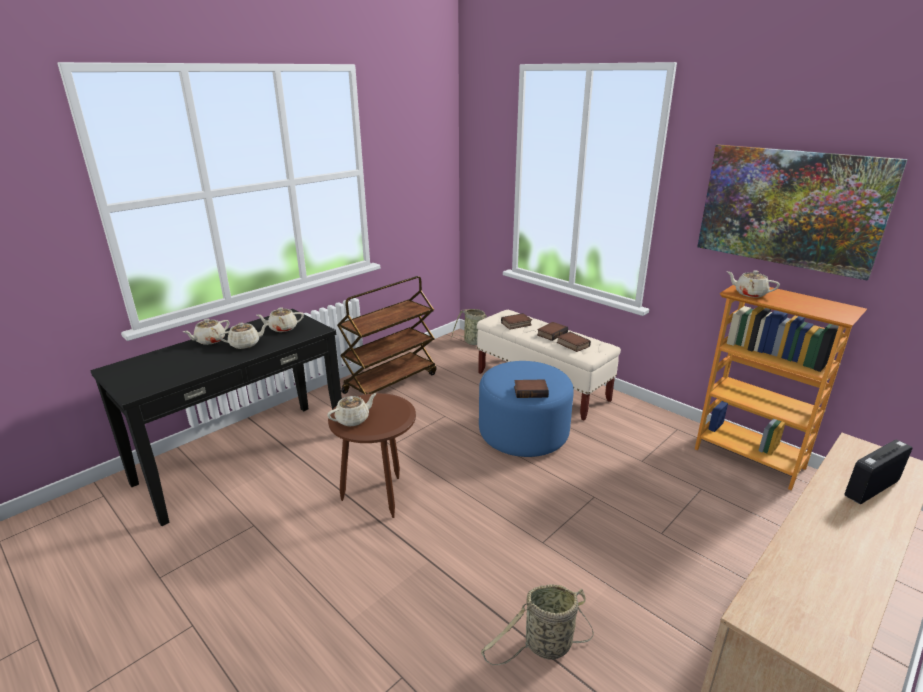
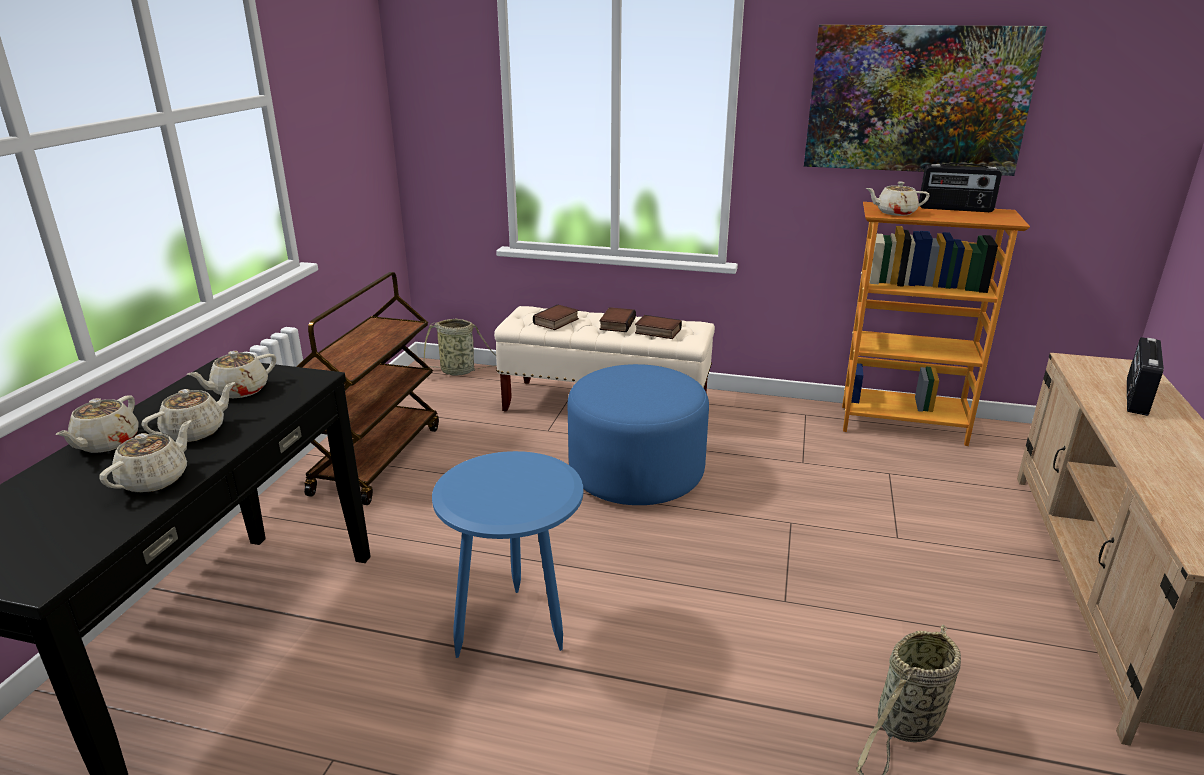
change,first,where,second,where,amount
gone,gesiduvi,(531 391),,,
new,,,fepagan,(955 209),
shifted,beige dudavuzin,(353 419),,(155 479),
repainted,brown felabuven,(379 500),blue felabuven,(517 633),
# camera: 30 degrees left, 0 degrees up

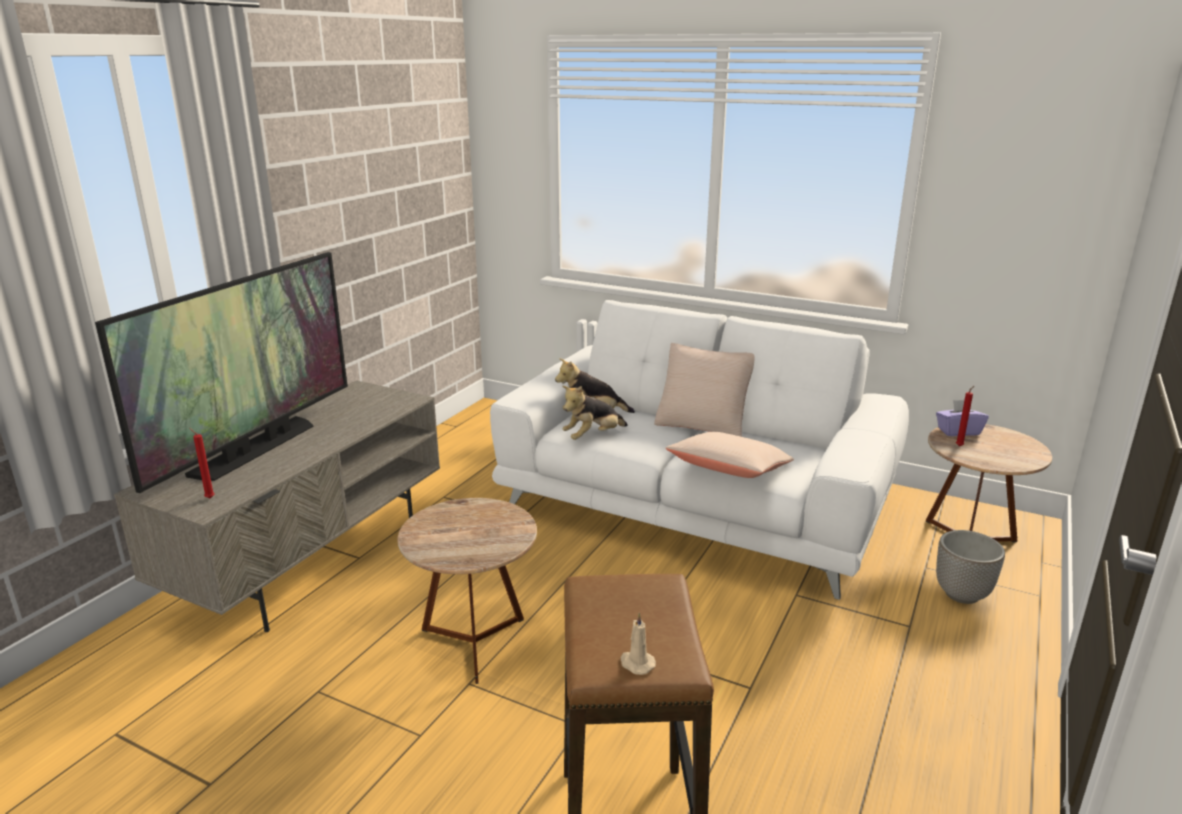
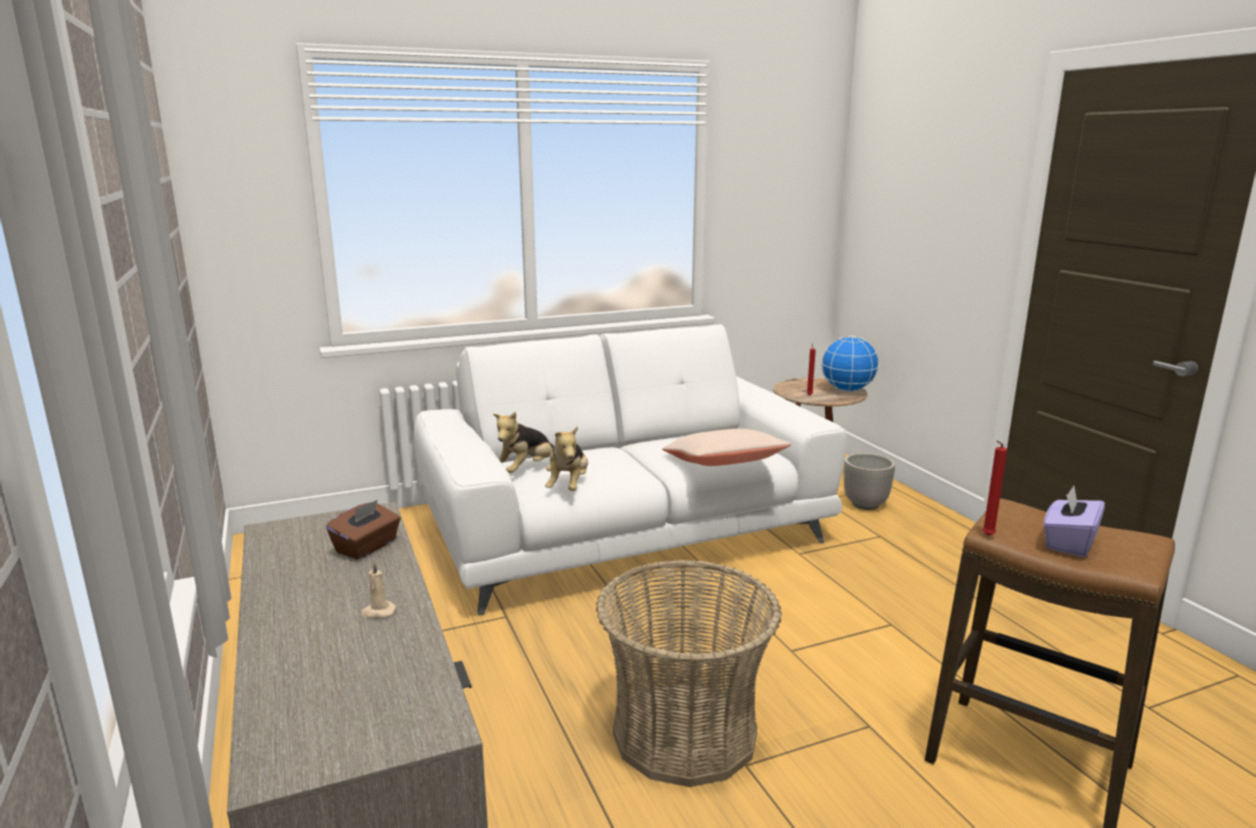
change,first,where,second,where,amount
gone,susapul,(256 449),,,
gone,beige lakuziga,(703 422),,,
new,,,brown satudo,(367 547),
new,,,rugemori,(847 390),
shifted,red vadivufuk,(208 498),,(986 536),
shifted,beige vadivufuk,(636 663),,(377 612),
shifted,purple satudo,(958 431),,(1068 542),
swapped,brown felabuven,(475 643),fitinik,(684 733),
# camera: 50 degrees left, 5 degrees down

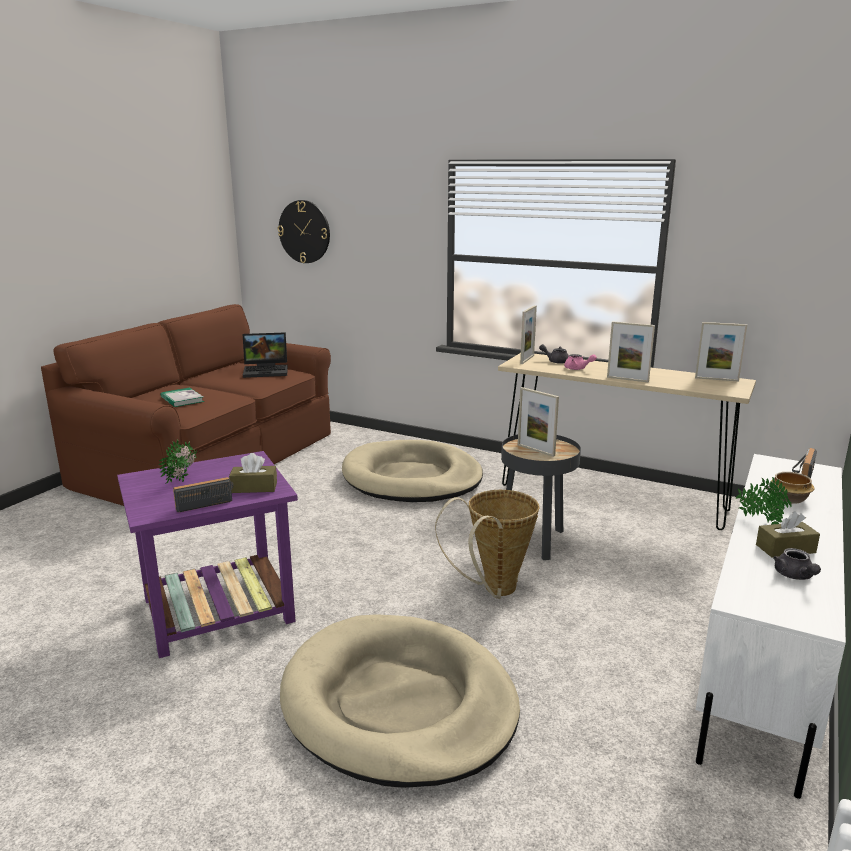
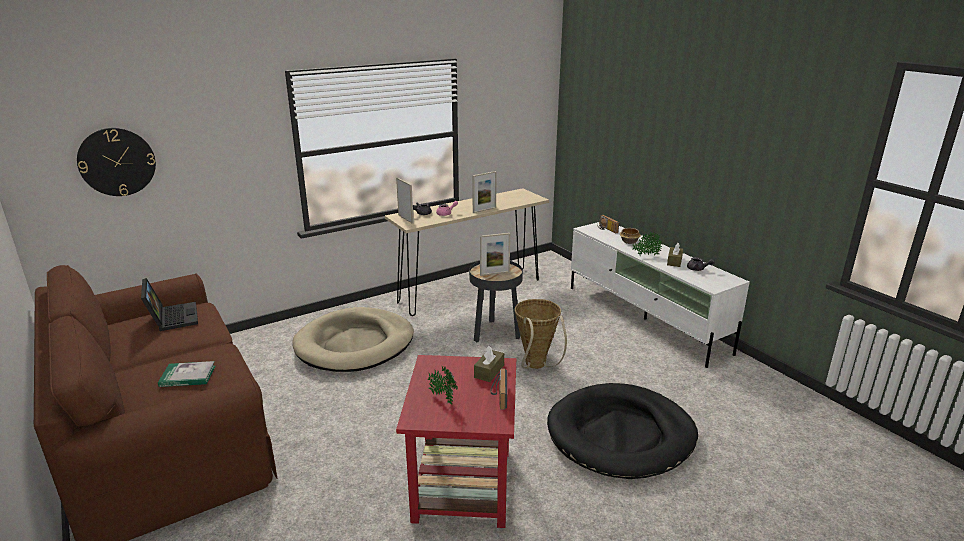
change,first,where,second,where,amount
gone,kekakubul,(716 379),,,
repainted,purple felabuven,(216 610),red felabuven,(462 486),
repainted,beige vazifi,(399 704),black vazifi,(621 435),
rotated,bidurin,(267 371),,(172 317),45 degrees counterclockwise
# camera: 60 degrees left, 5 degrees up

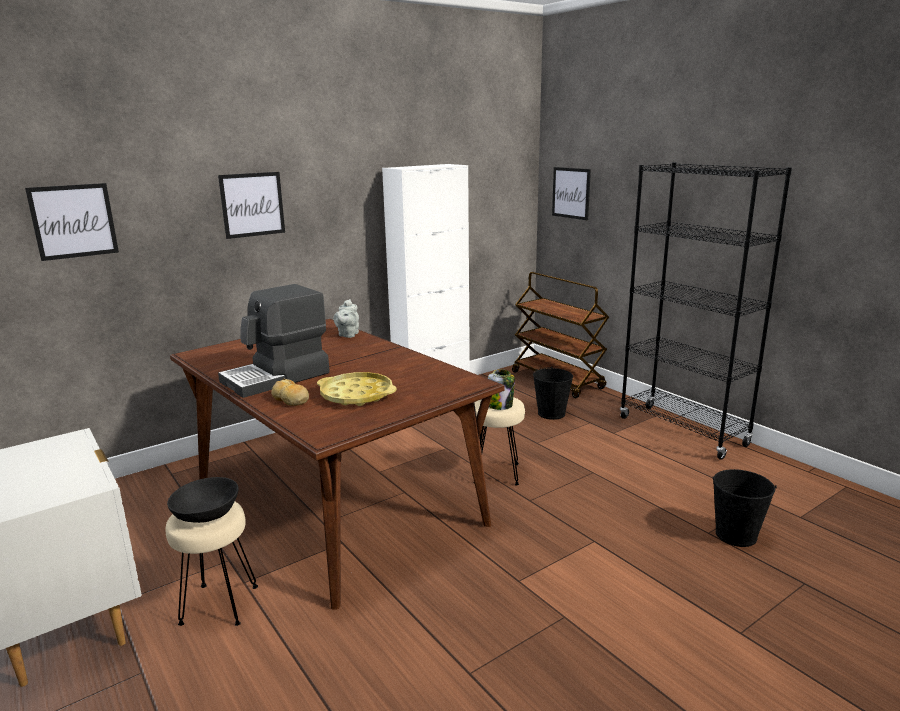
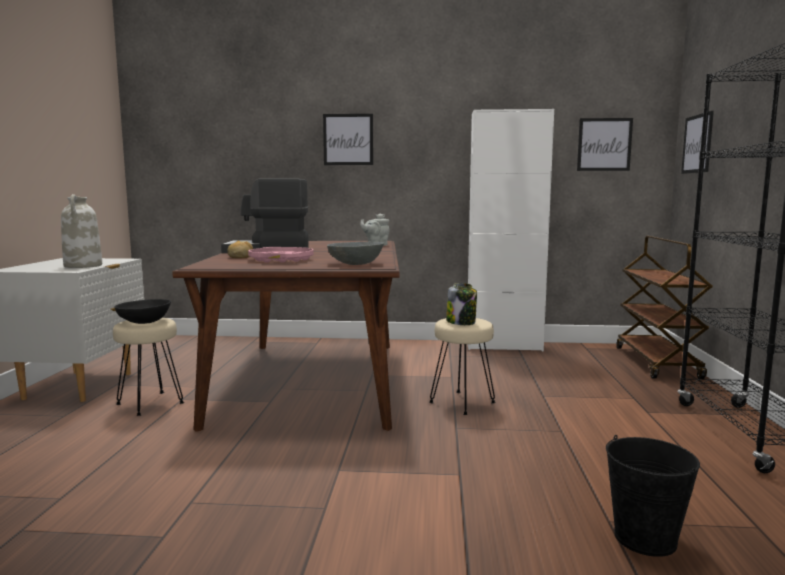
change,first,where,second,where,amount
gone,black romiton,(551 413),,,
new,,,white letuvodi,(83 266),
new,,,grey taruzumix,(356 263),
shifted,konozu,(73 221),,(604 144),
repainted,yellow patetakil,(356 395),pink patetakil,(281 260),
# camera: 40 degrees right, 10 degrees down

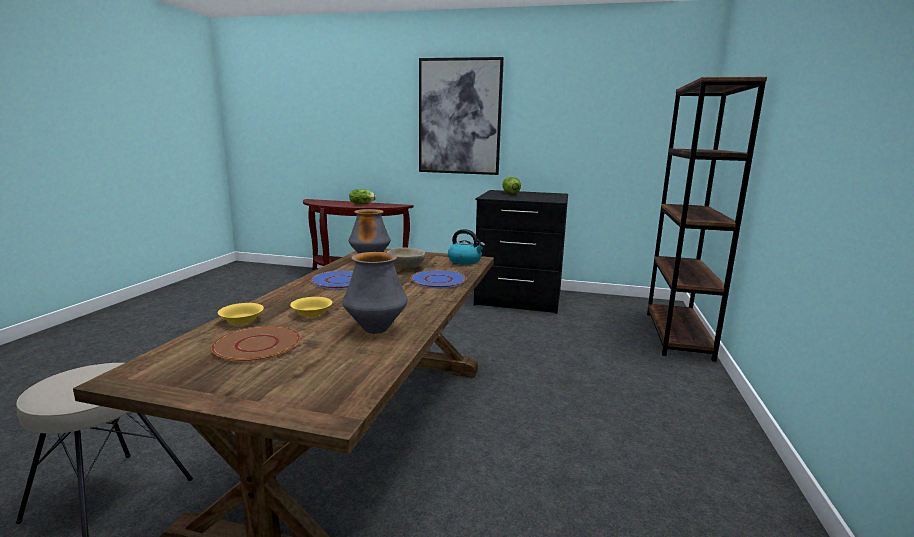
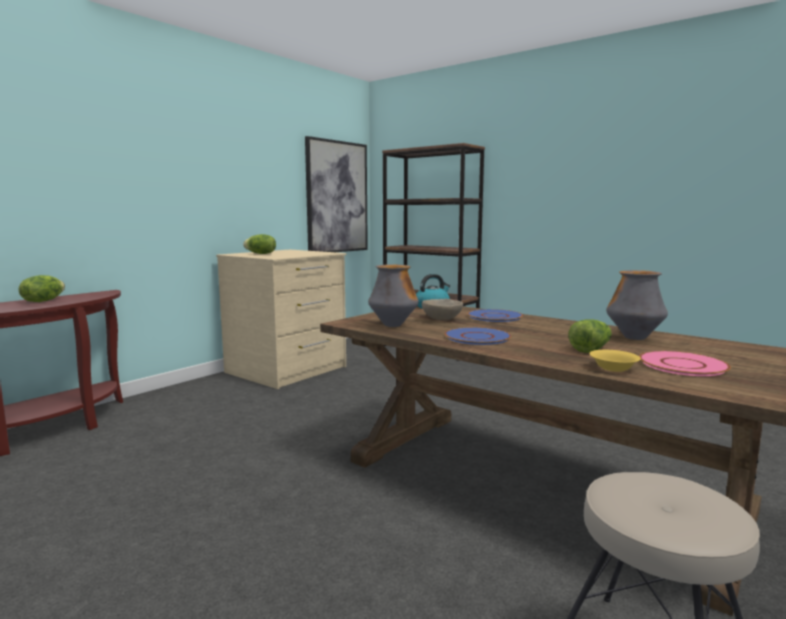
change,first,where,second,where,amount
shifted,konozu,(459 117),,(337 197),
swapped,yellow taruzumix,(312 313),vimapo,(590 349),
repainted,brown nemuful,(258 345),pink nemuful,(682 365),
repainted,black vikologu,(518 298),beige vikologu,(287 370),
# camera: 65 degrees left, 5 degrees down

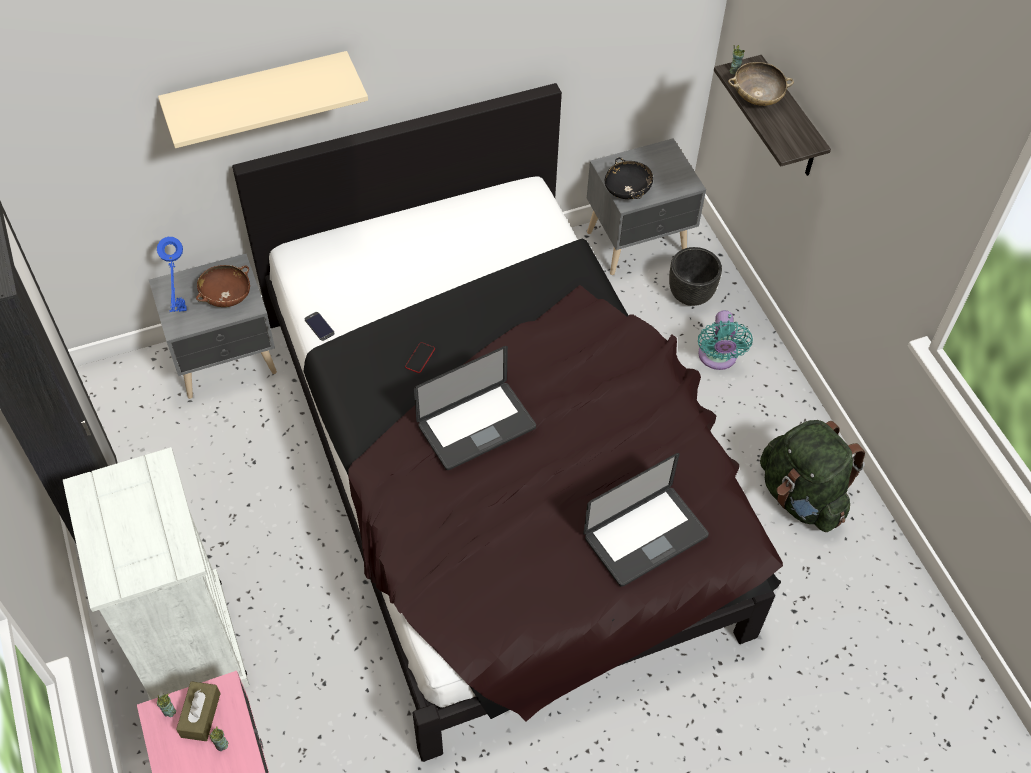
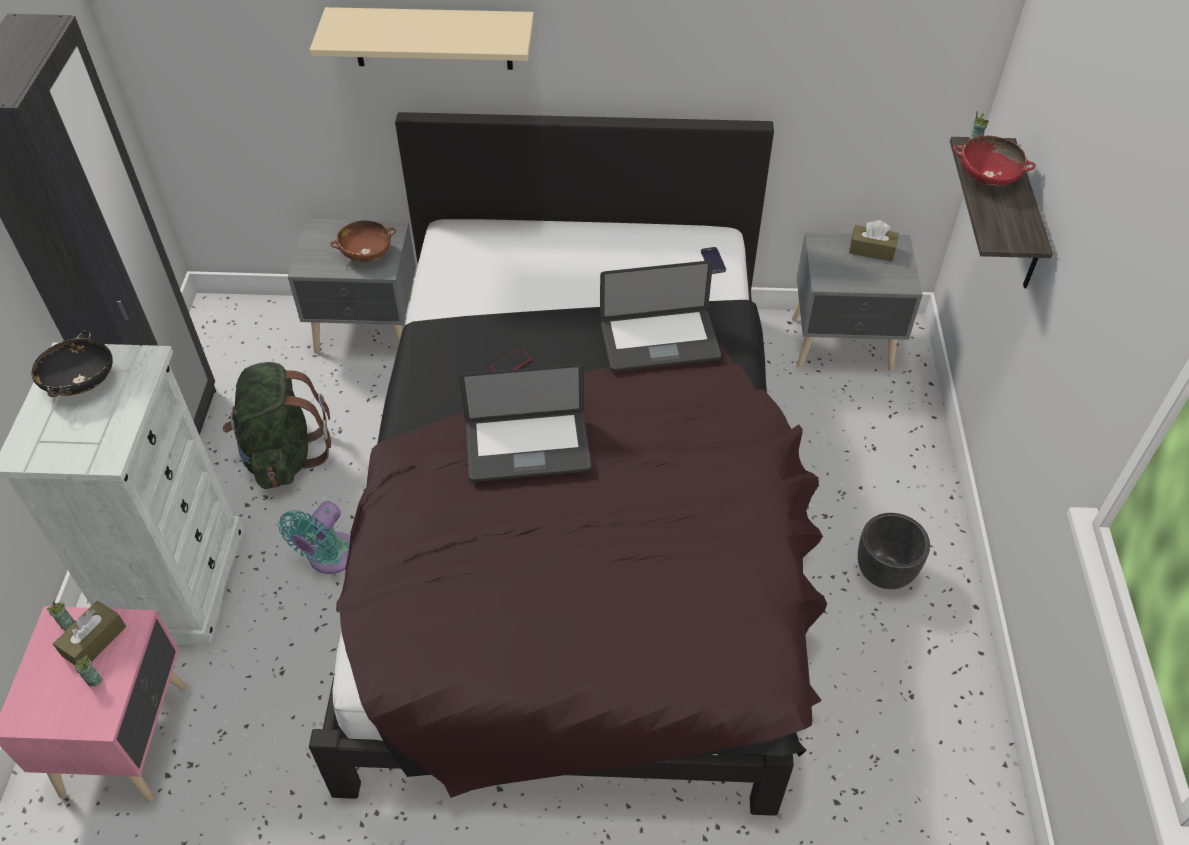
change,first,where,second,where,amount
gone,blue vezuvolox,(183 311),,,
new,,,brown satudo,(871 250),
shifted,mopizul,(319 326),,(713 260),
shifted,bidurin,(645 537),,(659 342),
shifted,black taruzumix,(627 191),,(81 383),
shifted,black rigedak,(690 295),,(884 573),
shifted,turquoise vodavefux,(717 358),,(329 558),
shifted,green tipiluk,(801 496),,(283 455),
repainted,beige taruzumix,(757 97),red taruzumix,(987 178),
# camera: 25 degrees right, 5 degrees down

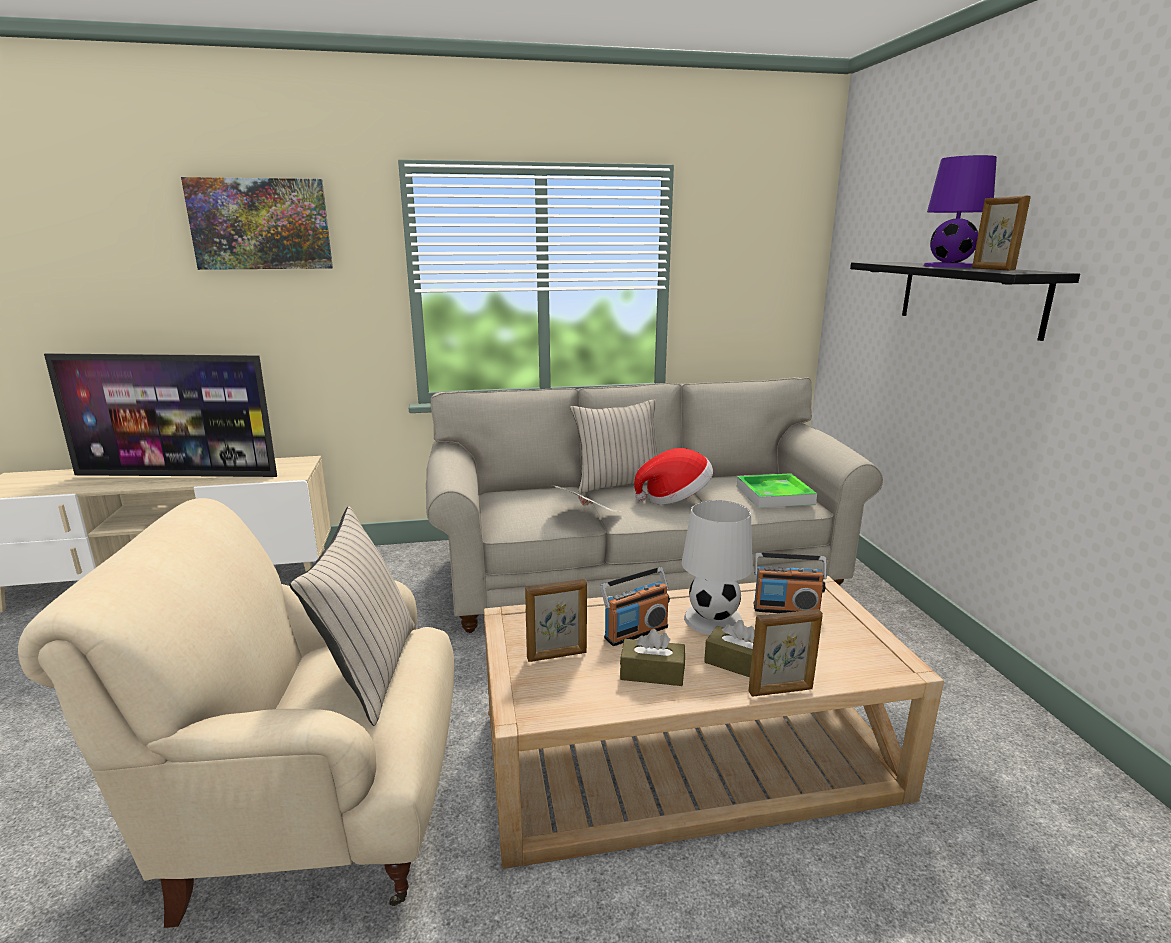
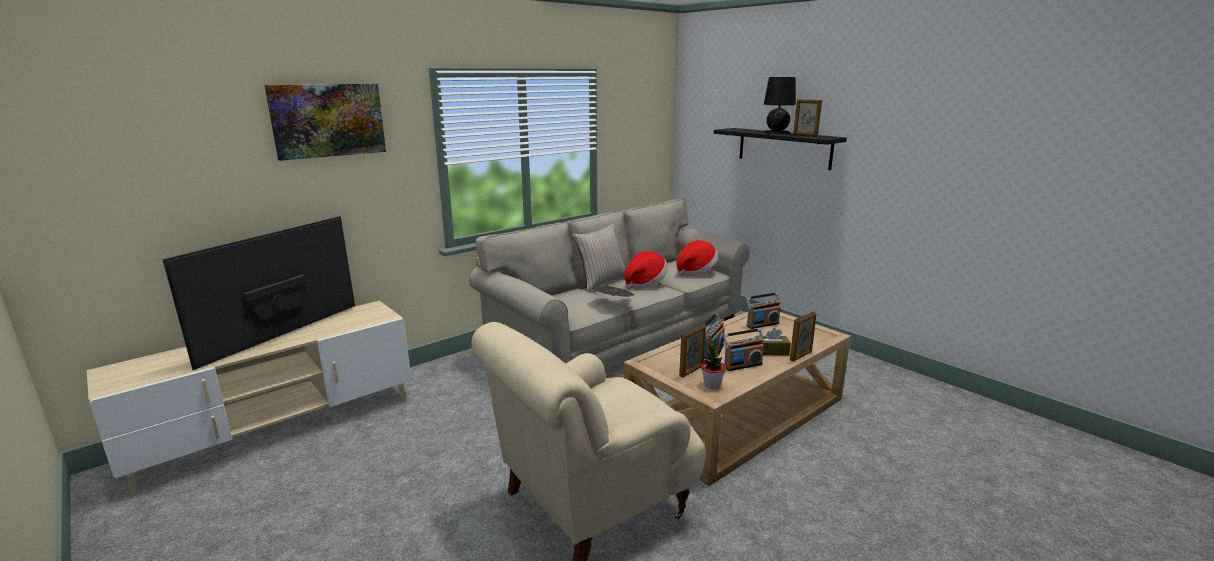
change,first,where,second,where,amount
gone,beige lakuziga,(369 672),,,
gone,white vezuvolox,(712 619),,,
new,,,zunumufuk,(712 385),
swapped,brown satudo,(652 673),fepagan,(742 365),
swapped,patetakil,(774 495),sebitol,(696 271),
repainted,purple vezuvolox,(949 266),black vezuvolox,(776 132),
rotated,susapul,(179 475),,(284 336),150 degrees clockwise
# camera: 30 degrees left, 0 degrees up

